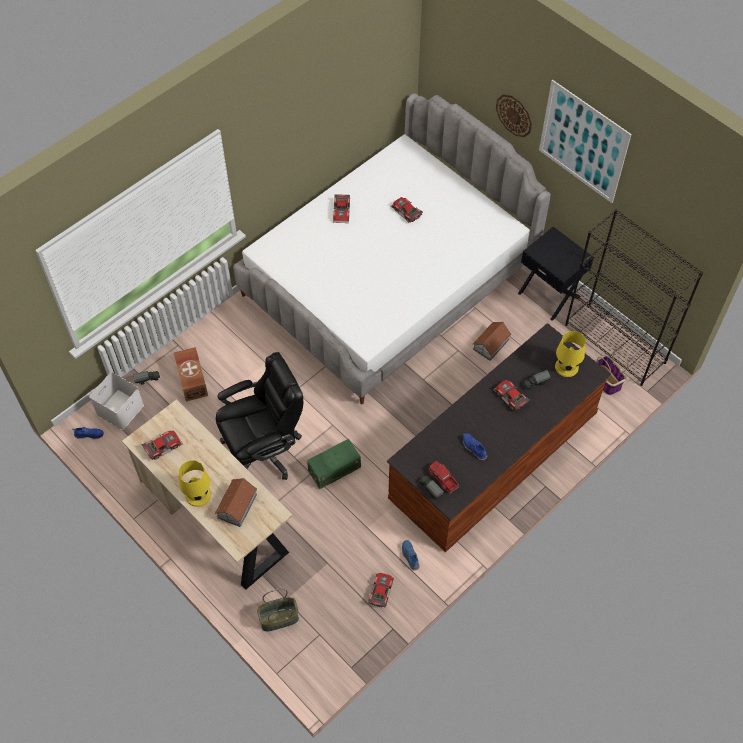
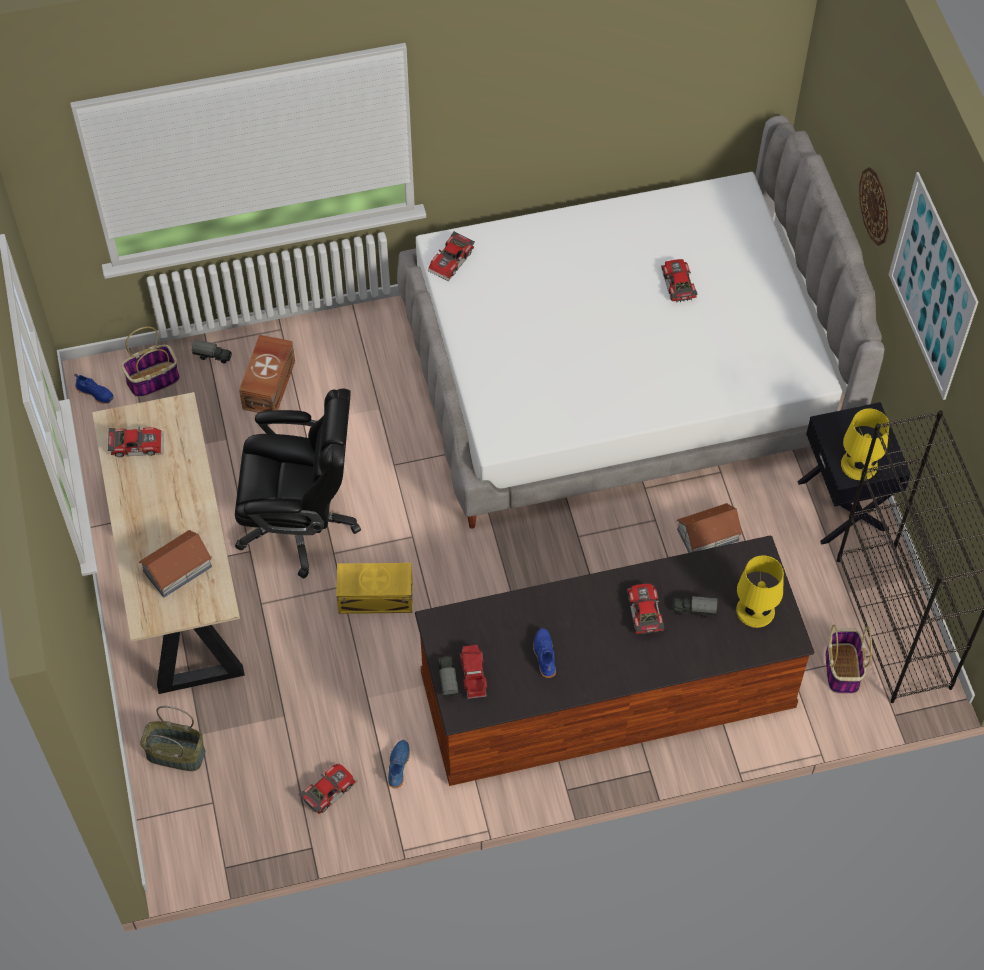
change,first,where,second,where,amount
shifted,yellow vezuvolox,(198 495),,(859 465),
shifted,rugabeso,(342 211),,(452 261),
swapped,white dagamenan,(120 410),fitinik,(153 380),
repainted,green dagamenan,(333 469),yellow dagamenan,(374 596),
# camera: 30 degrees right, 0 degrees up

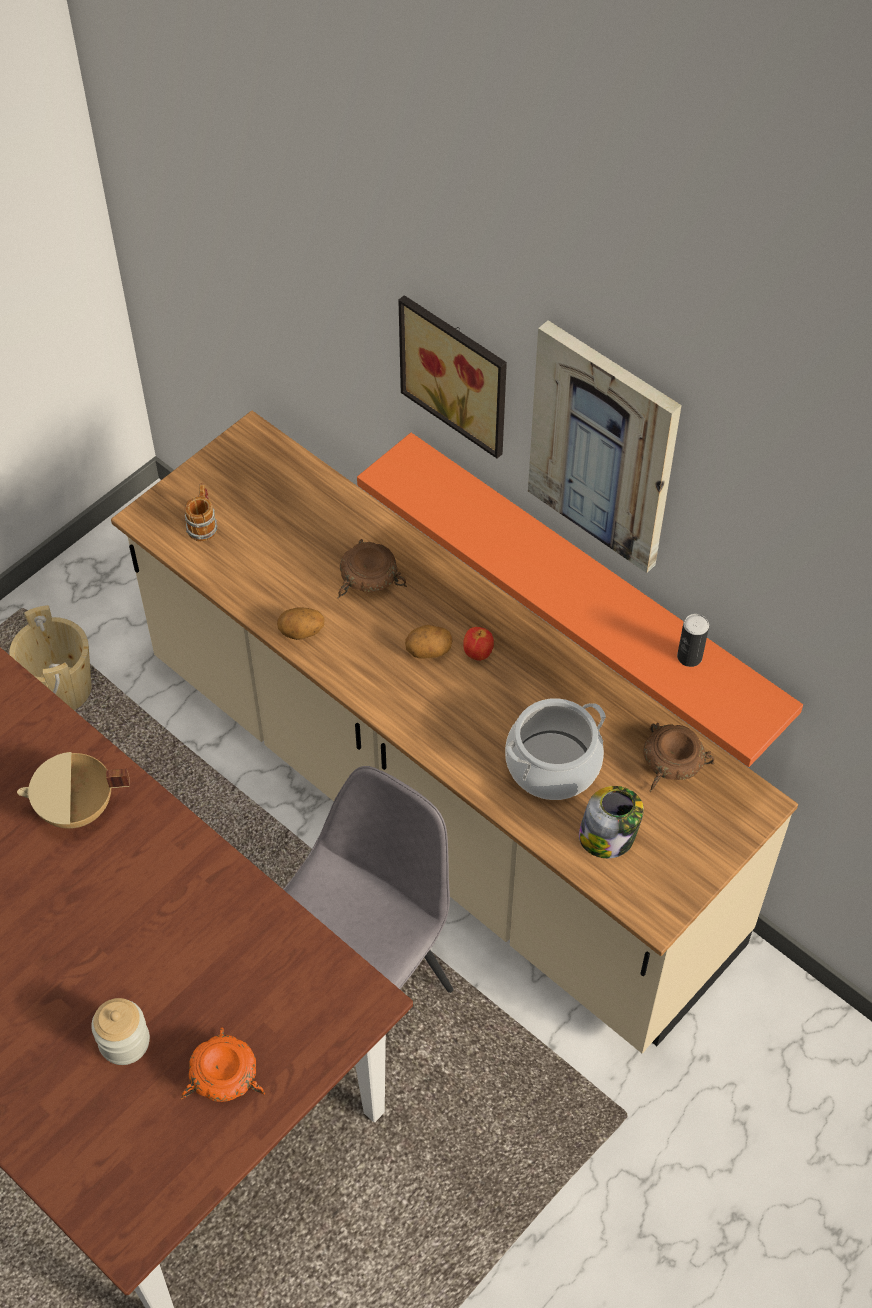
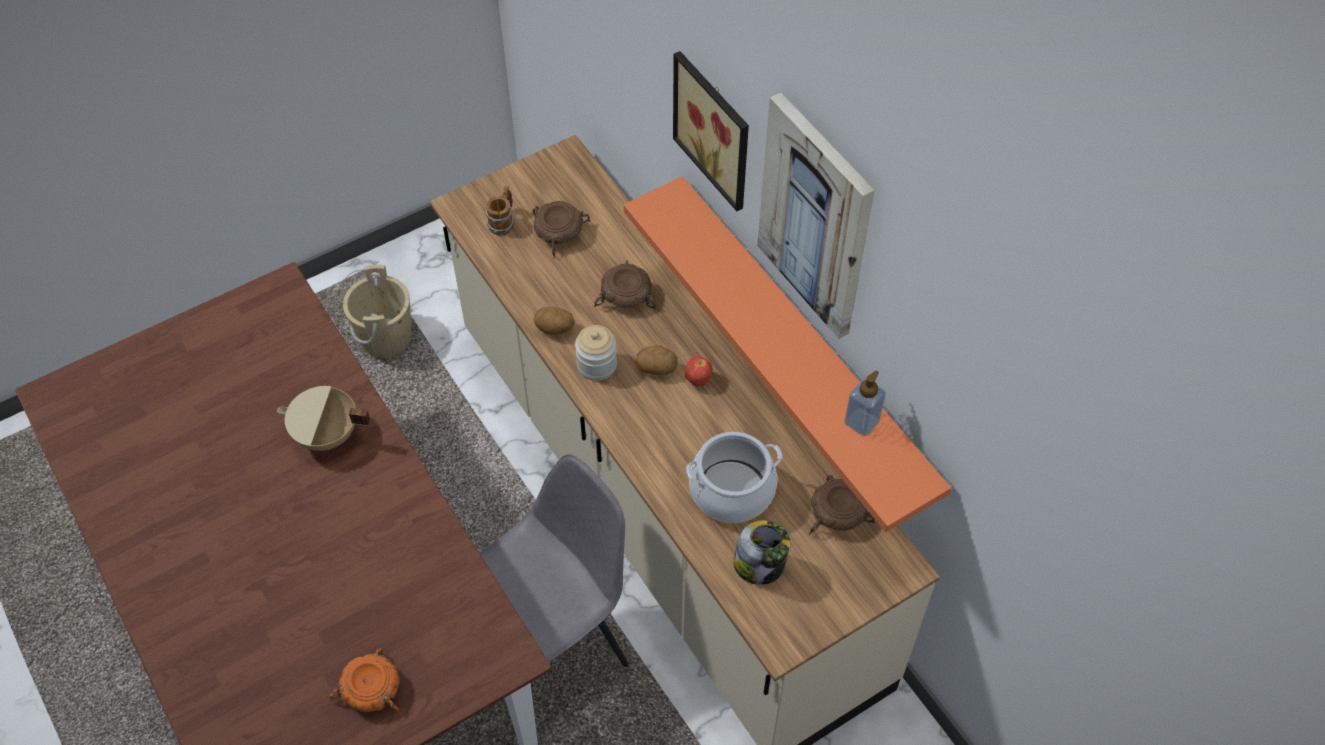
change,first,where,second,where,amount
new,,,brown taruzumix,(558 232),
shifted,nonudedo,(124 1042),,(597 365),
swapped,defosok,(689 657),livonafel,(861 422),
# camera: 15 degrees right, 0 degrees up

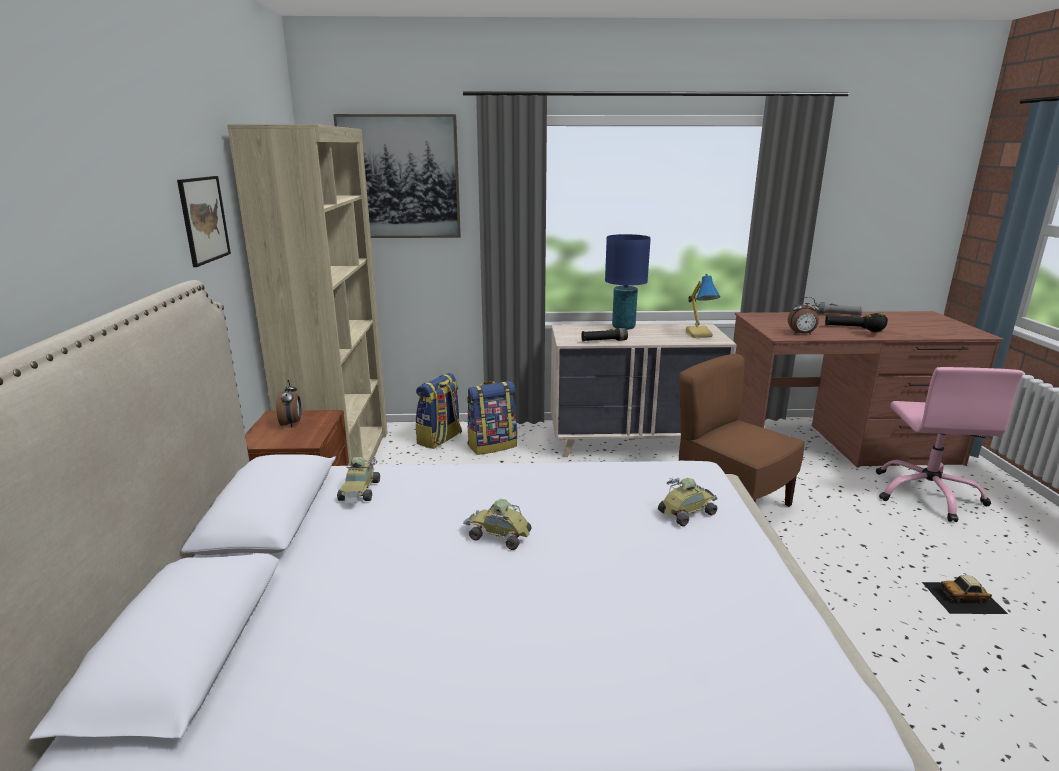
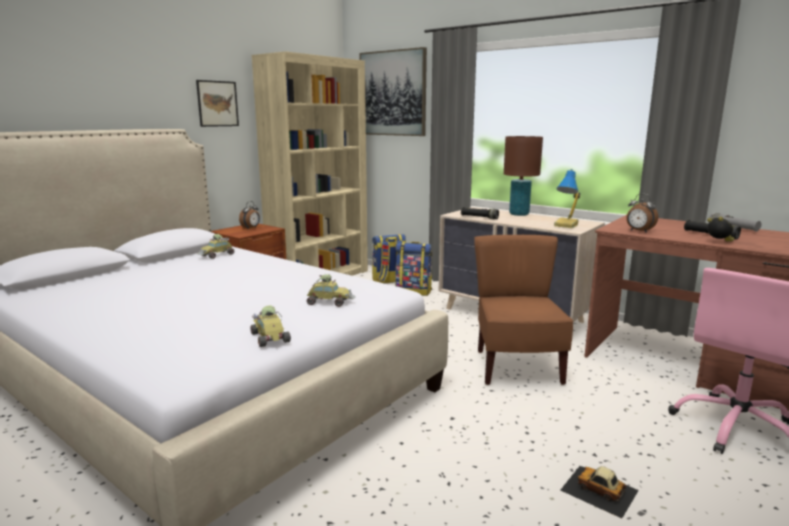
change,first,where,second,where,amount
shifted,rugabeso,(498 536),,(269 337),
repainted,blue vezuvolox,(623 327),brown vezuvolox,(519 214),
# camera: 40 degrees right, 5 degrees down

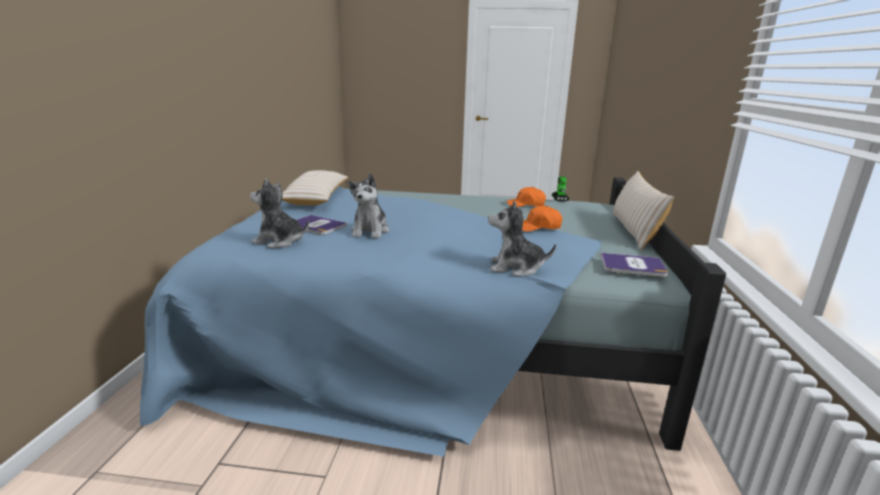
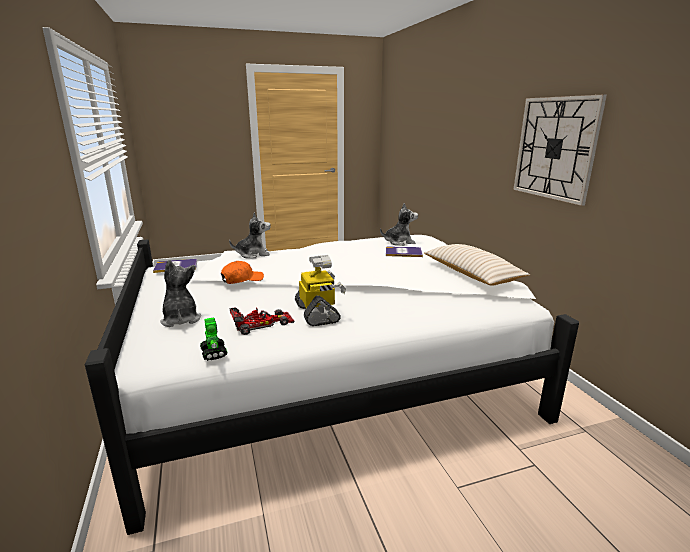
change,first,where,second,where,amount
gone,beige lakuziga,(634 231),,,
new,,,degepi,(318 313),
new,,,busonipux,(555 148),
shifted,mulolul,(370 231),,(180 319),
swapped,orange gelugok,(526 205),rugabeso,(262 323),
repainted,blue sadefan,(431 336),white sadefan,(334 370),
# camera: 155 degrees right, 0 degrees up

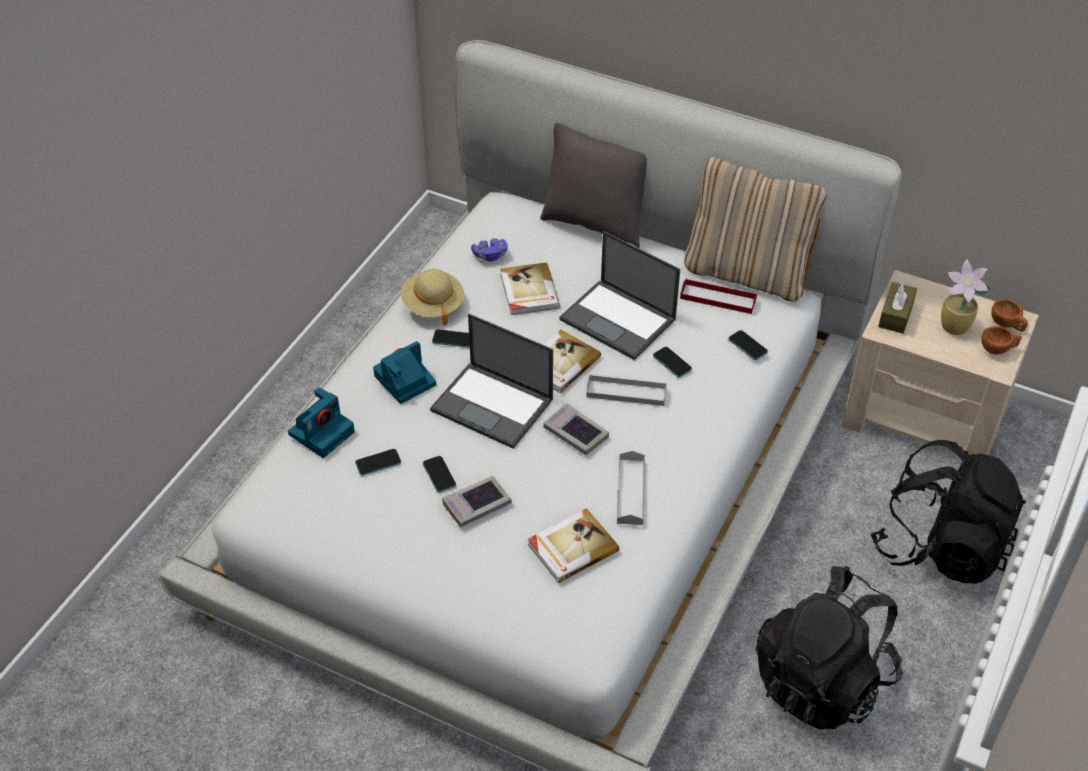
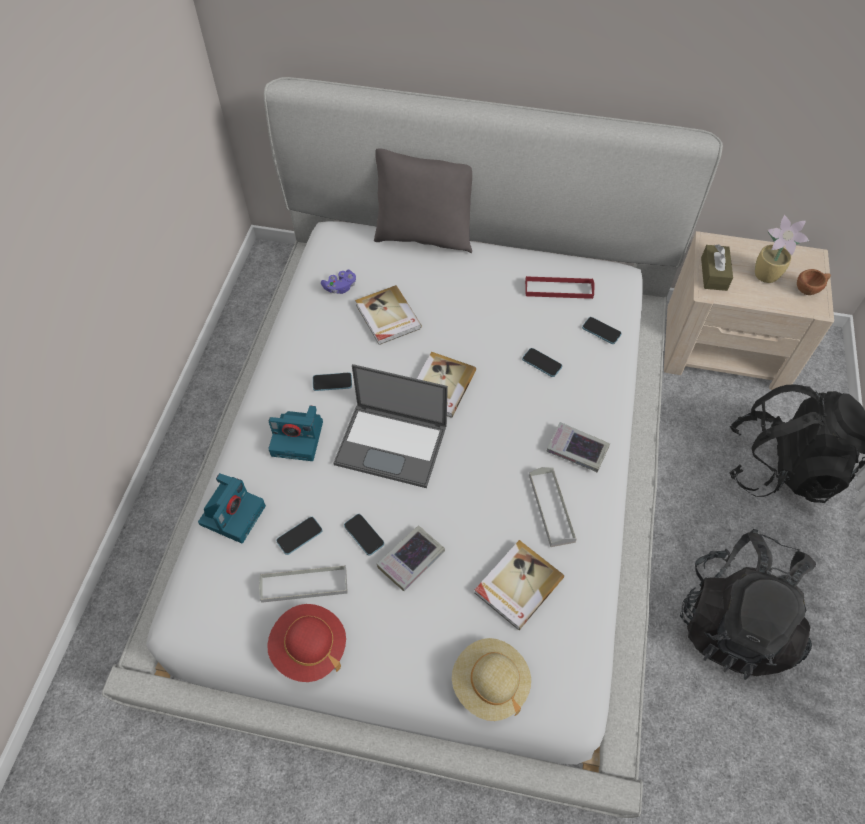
change,first,where,second,where,amount
gone,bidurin,(619 320),,,
gone,beige lakuziga,(747 273),,,
gone,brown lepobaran,(1007 325),,,
new,,,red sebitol,(309 648),
shifted,beige sebitol,(433 305),,(490 684),
shifted,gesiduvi,(575 433),,(577 450),
shifted,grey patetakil,(626 392),,(304 585),
rotated,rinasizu,(404 381),,(298 438),120 degrees counterclockwise
# camera: 15 degrees left, 10 degrees up

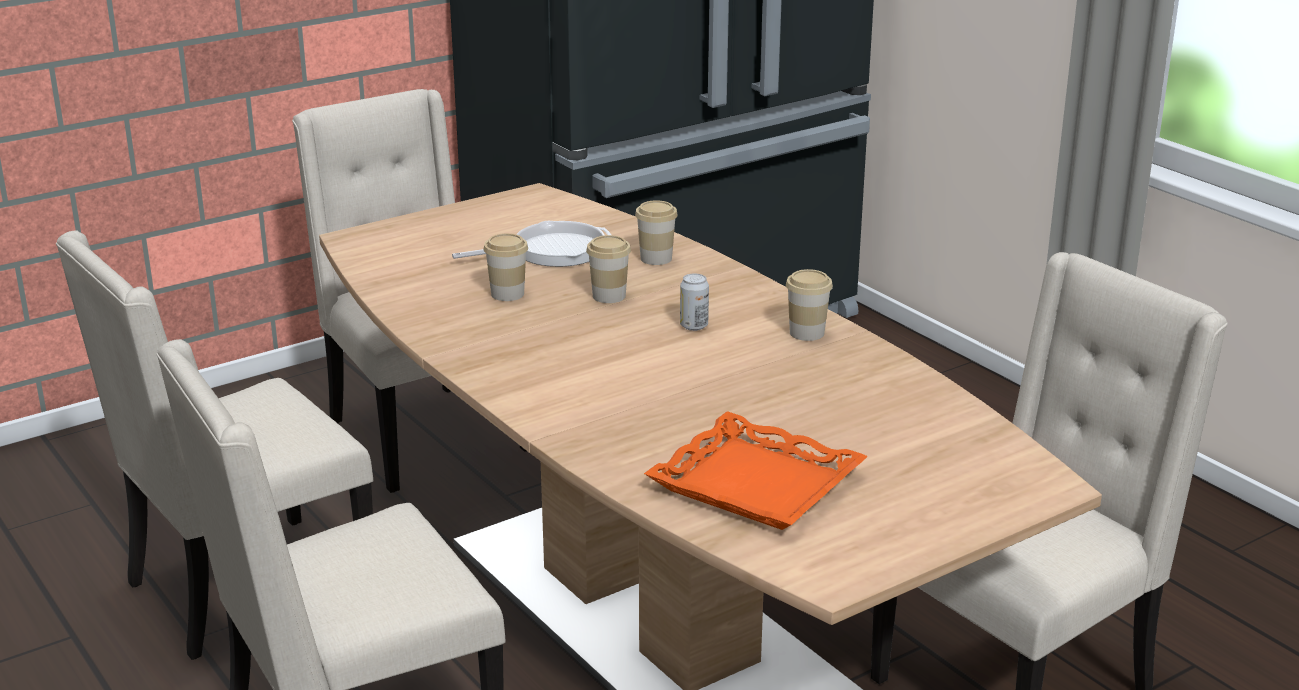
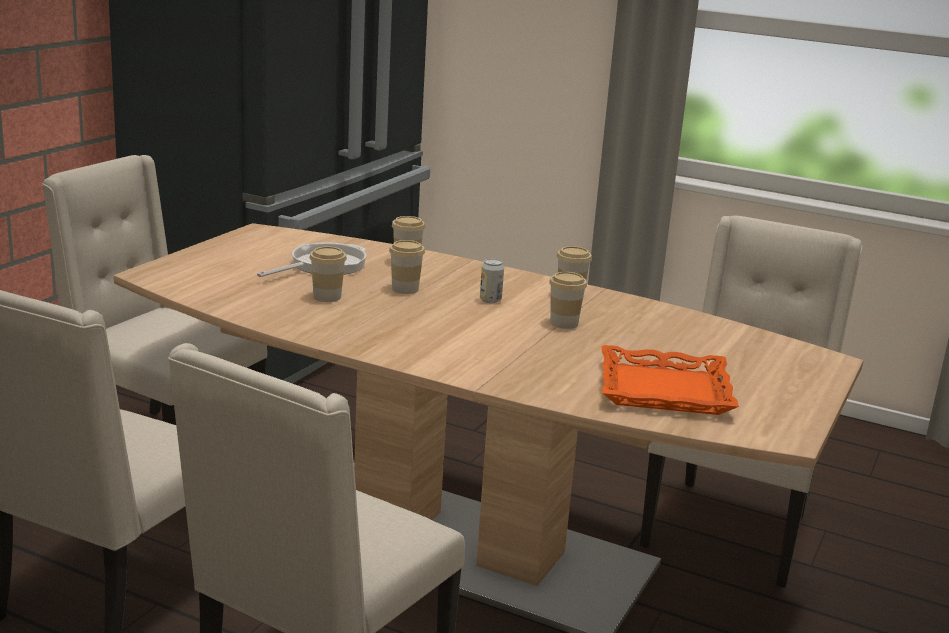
change,first,where,second,where,amount
new,,,lepobaran,(564 323),
# camera: 30 degrees left, 5 degrees down

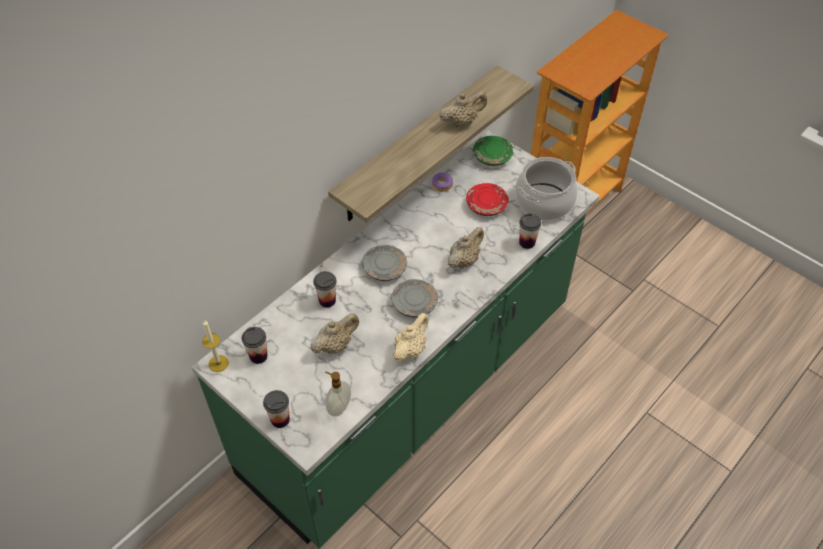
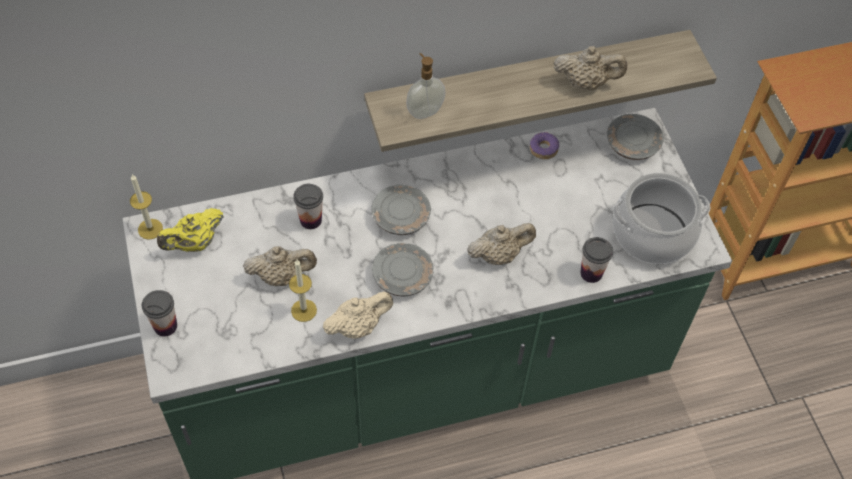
change,first,where,second,where,amount
gone,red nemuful,(486 205),,,
new,,,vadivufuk,(304 310),
shifted,livonafel,(338 407),,(424 111),
swapped,lepobaran,(258 356),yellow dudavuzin,(195 243),
repainted,green nemuful,(492 156),grey nemuful,(633 144),
# camera: 30 degrees right, 5 degrees up

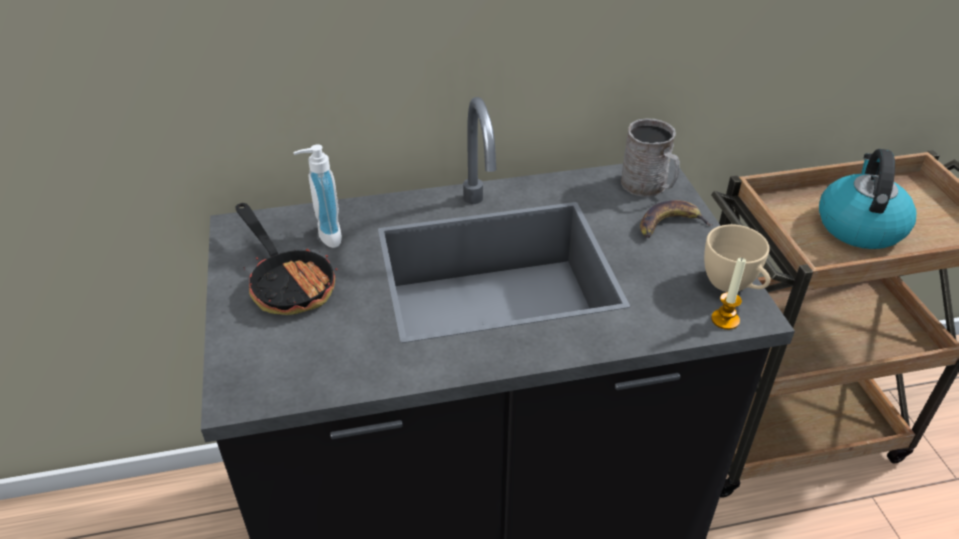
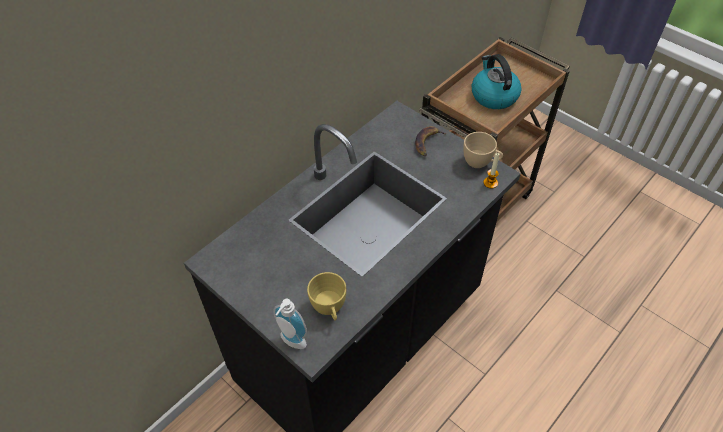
change,first,where,second,where,amount
gone,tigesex,(288 282),,,
gone,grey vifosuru,(648 186),,,
new,,,yellow lepobaran,(329 309),
shifted,livonafel,(325 236),,(291 343),
# camera: 35 degrees left, 10 degrees up

